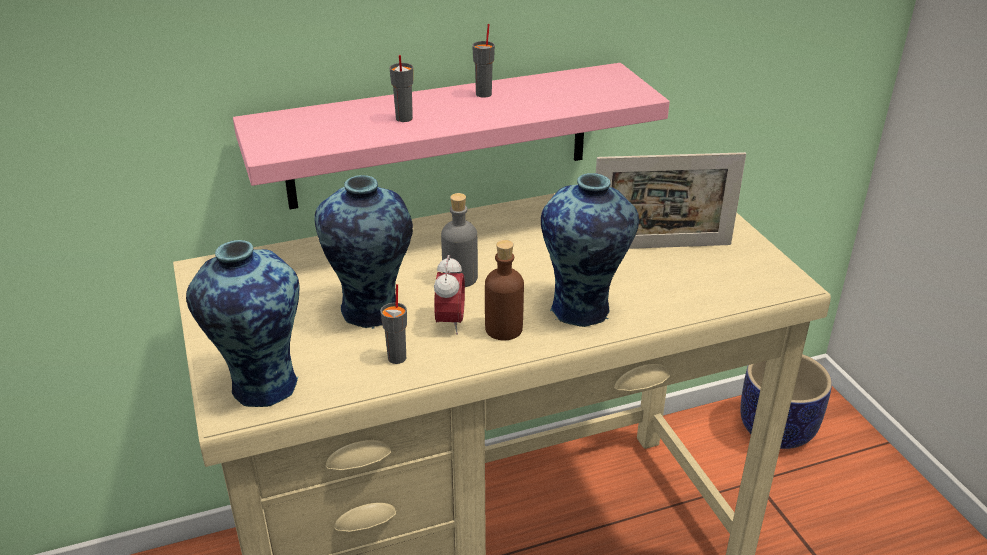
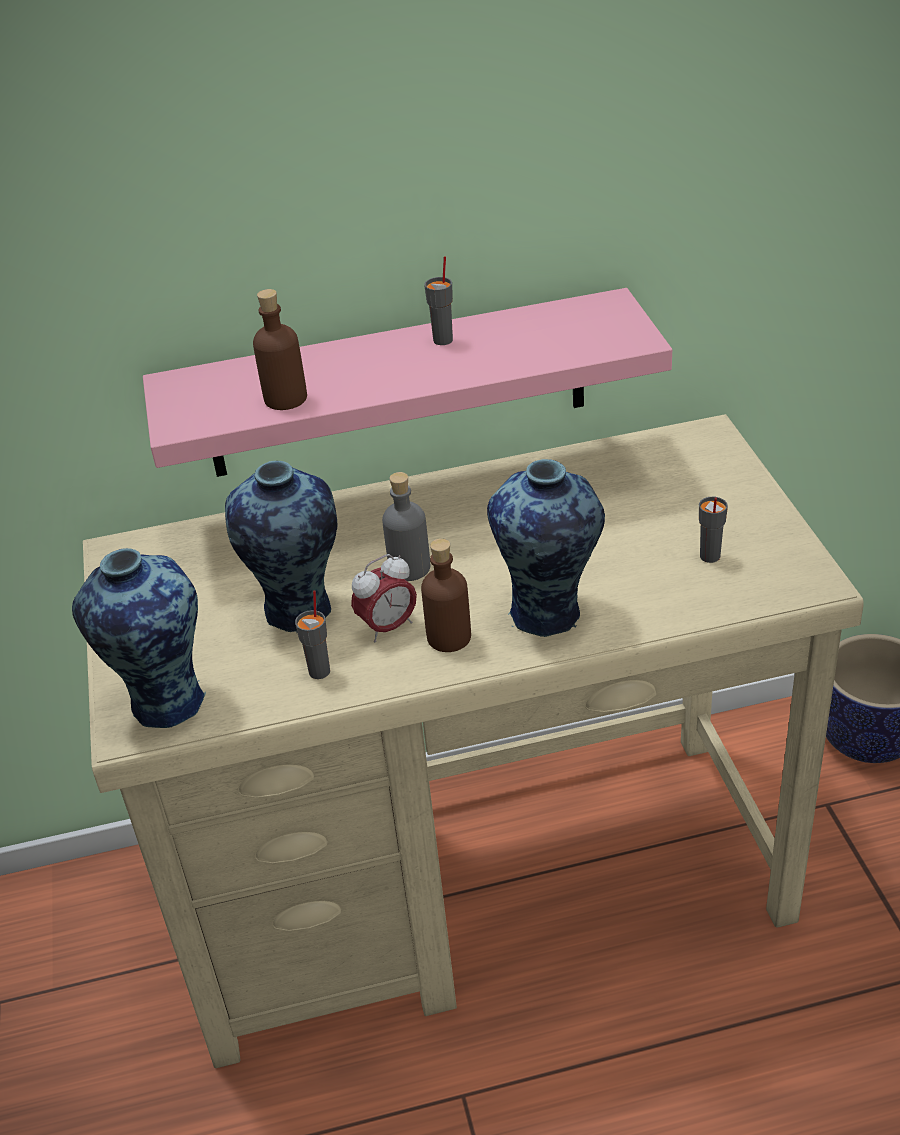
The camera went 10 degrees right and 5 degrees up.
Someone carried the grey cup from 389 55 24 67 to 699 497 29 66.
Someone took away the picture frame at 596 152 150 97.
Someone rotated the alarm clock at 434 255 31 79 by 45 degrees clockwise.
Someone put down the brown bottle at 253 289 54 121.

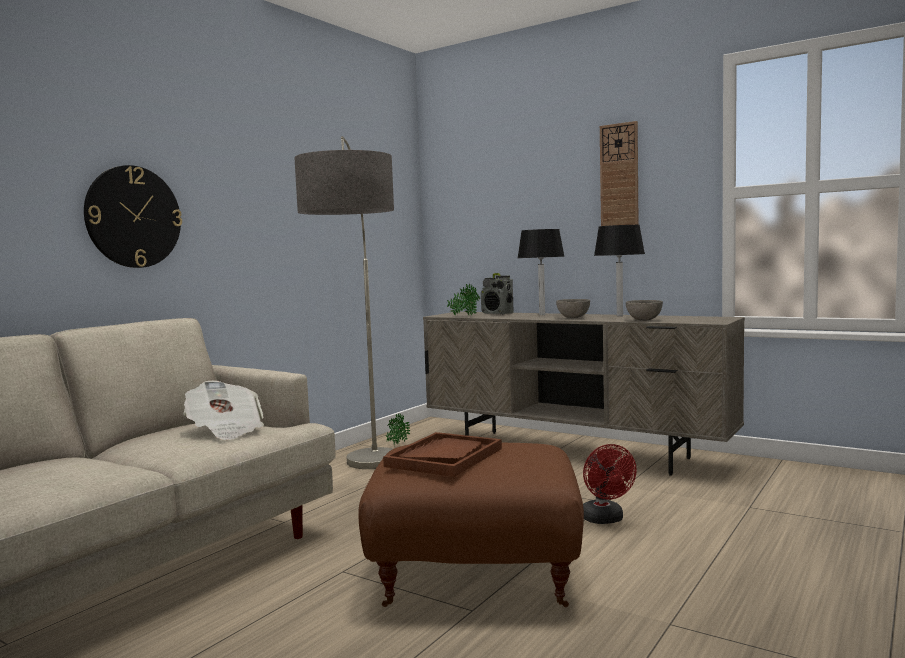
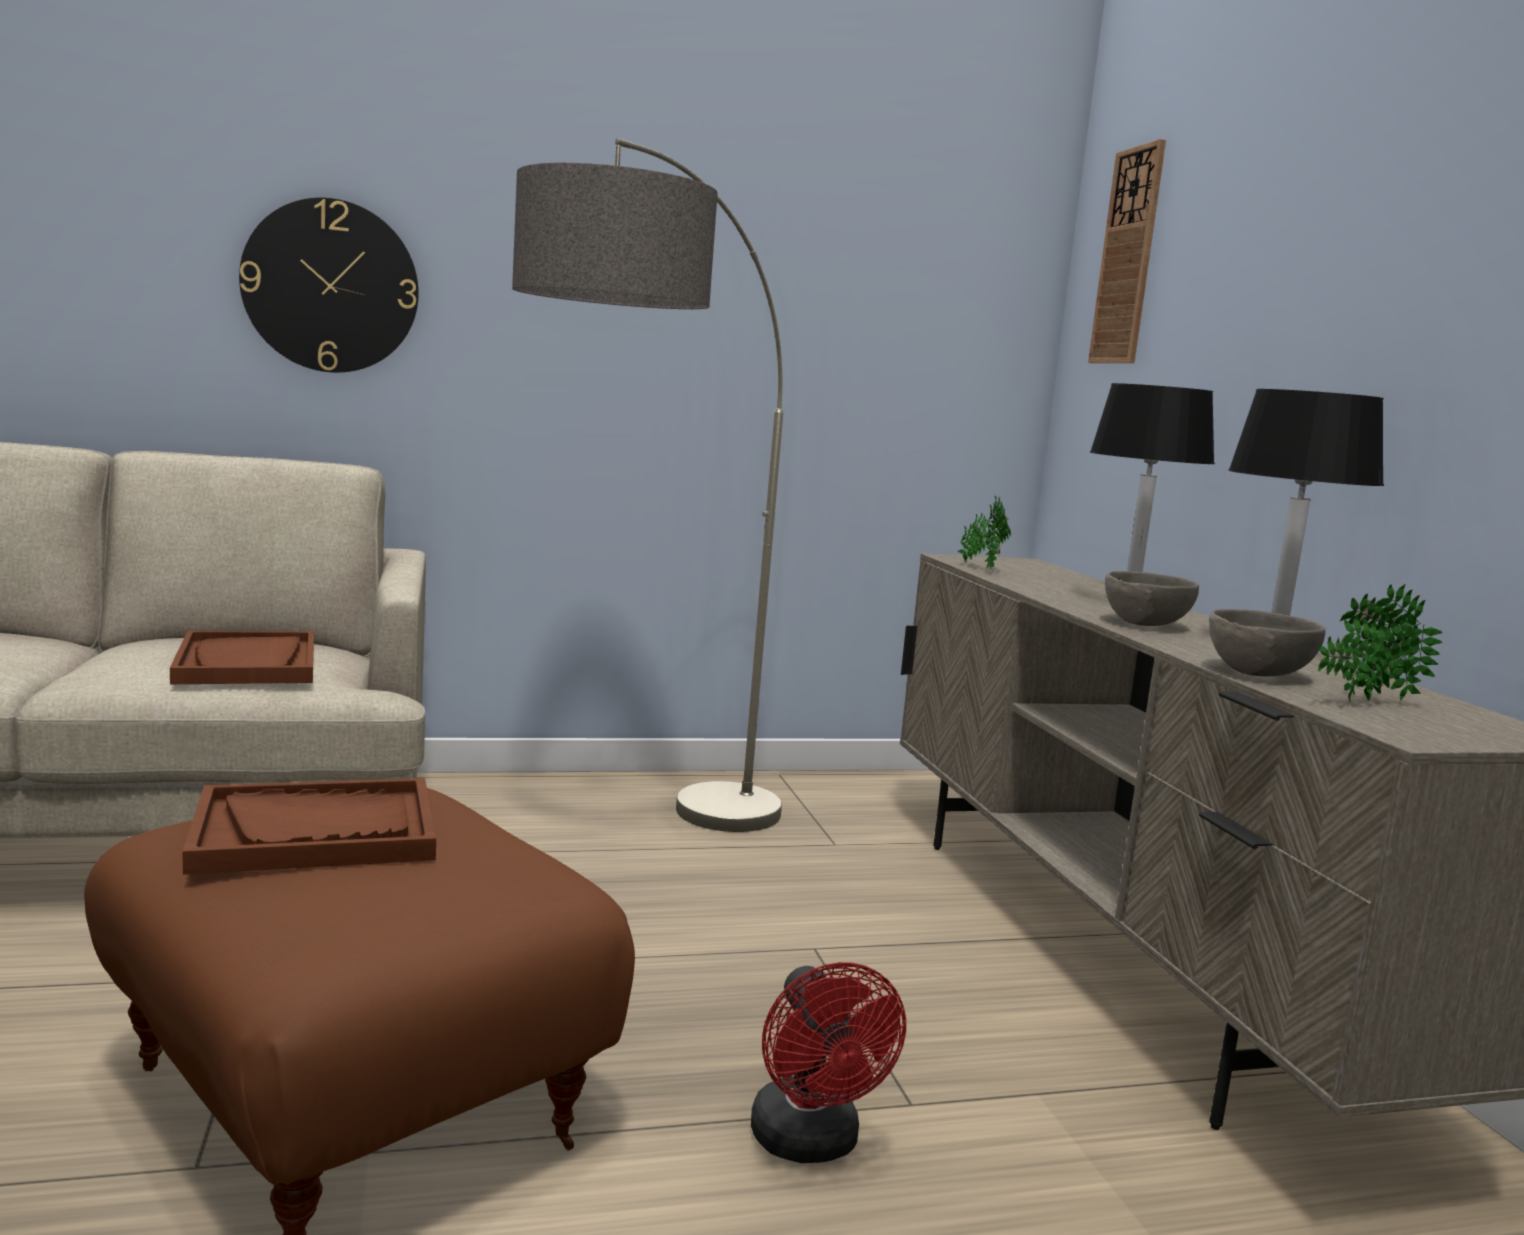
The camera went 40 degrees right and 5 degrees up.
Someone carried the wall clock from 600 121 39 105 to 1088 139 78 224.
Someone took away the radio at 481 273 33 41.
Someone swapped the newspaper at 183 381 81 59 for the brown tray at 170 631 144 53.
Someone carried the potted plant from 386 414 24 32 to 1318 584 125 119.
Someone rotated the red fan at 583 444 54 80 by 45 degrees counterclockwise.

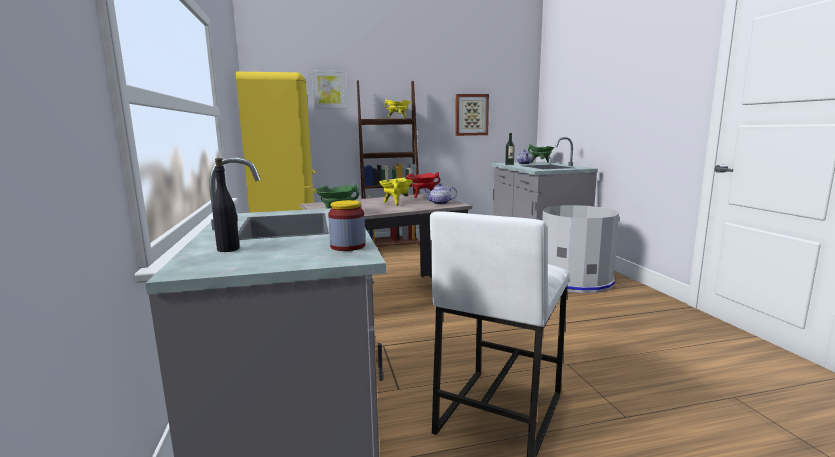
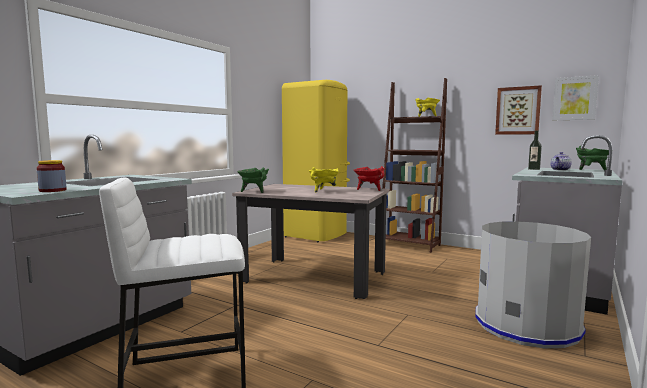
The camera went 45 degrees right and 5 degrees down.
Someone carried the picture from 311 70 35 39 to 552 75 47 45.
Someone took away the black bottle at 212 158 28 94.
Someone took away the teapot at 423 183 34 22.

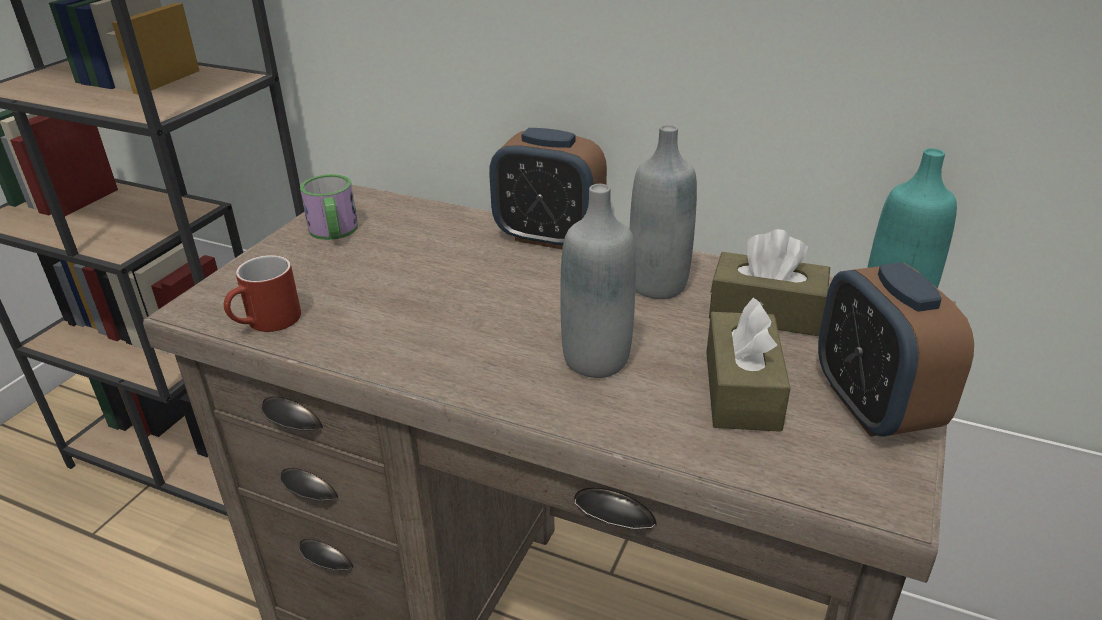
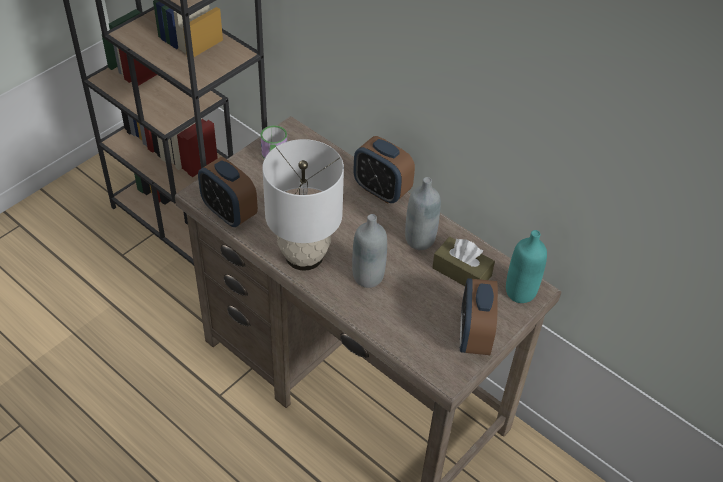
The camera went 15 degrees right and 15 degrees up.
Someone swapped the red mug at 224 255 77 77 for the alarm clock at 198 157 60 70.
Someone took away the brown tissue box at 706 298 85 134.
Someone put down the white table lamp at 262 139 82 131.

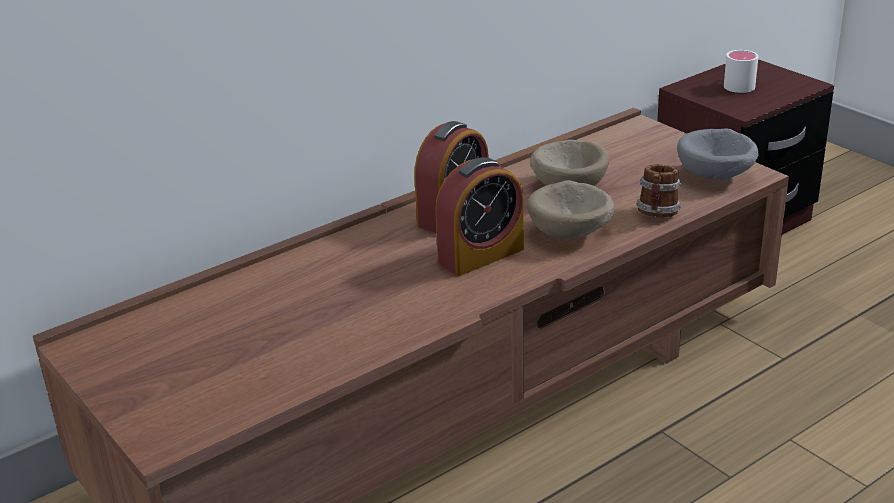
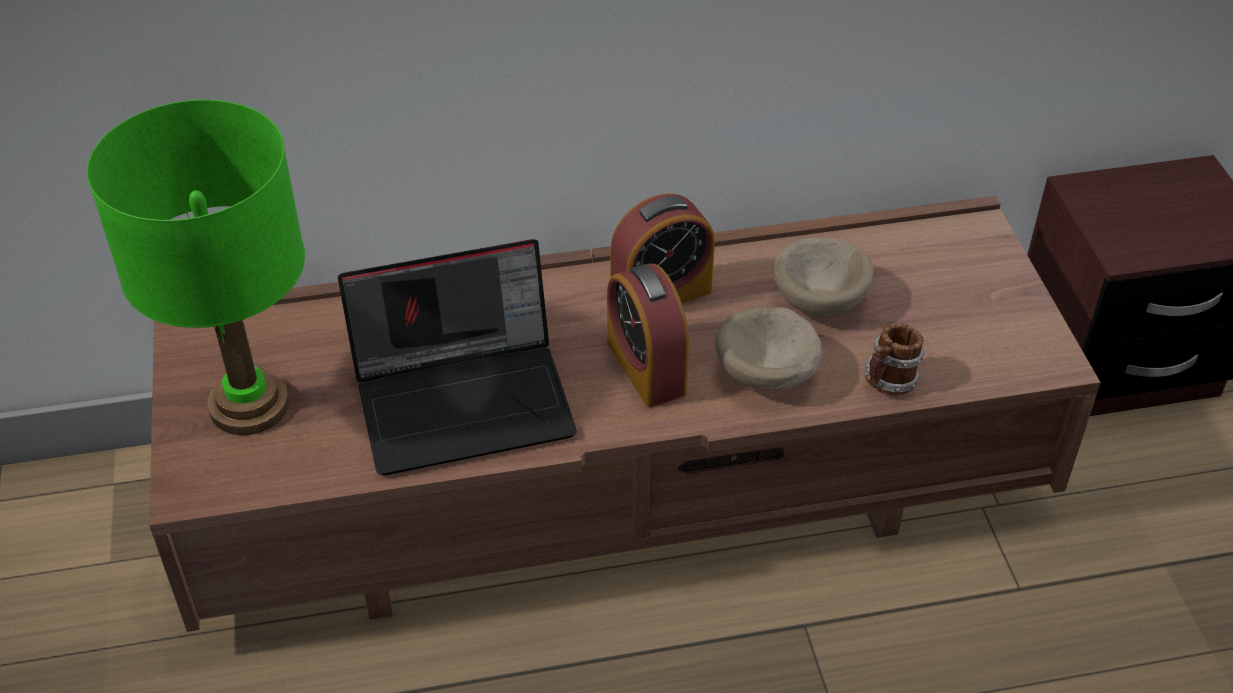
The camera went 25 degrees right and 15 degrees up.
Someone took away the white mug at 724 50 34 43.
Someone took away the grey bowl at 677 128 82 51.
Someone rotated the alarm clock at 435 157 89 119 by 75 degrees clockwise.
Someone put down the green table lamp at 87 100 218 335.
Someone put down the laptop at 338 239 239 237.

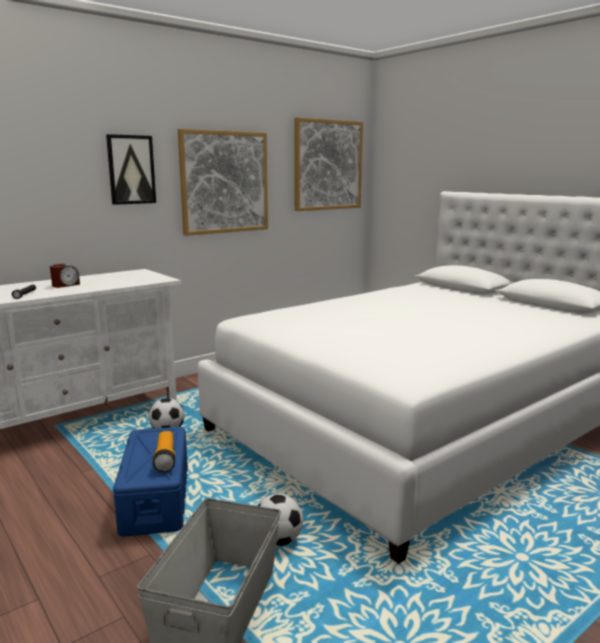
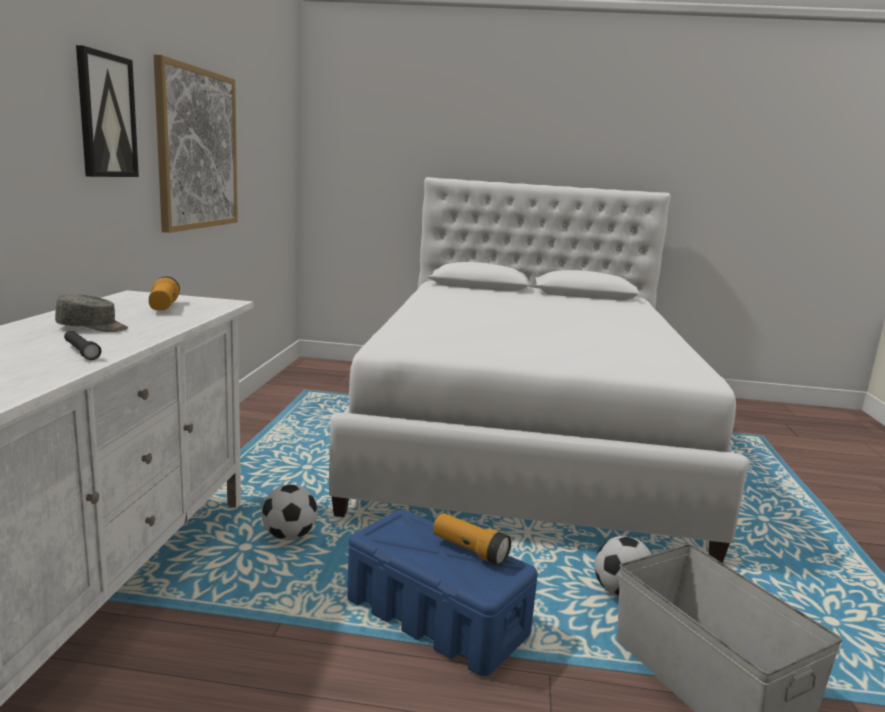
The camera went 45 degrees left and 0 degrees up.
Someone took away the picture at 294 117 69 94.
Someone swapped the alarm clock at 50 263 30 25 for the grey cap at 55 294 73 38.
Someone put down the flashlight at 149 276 31 34.

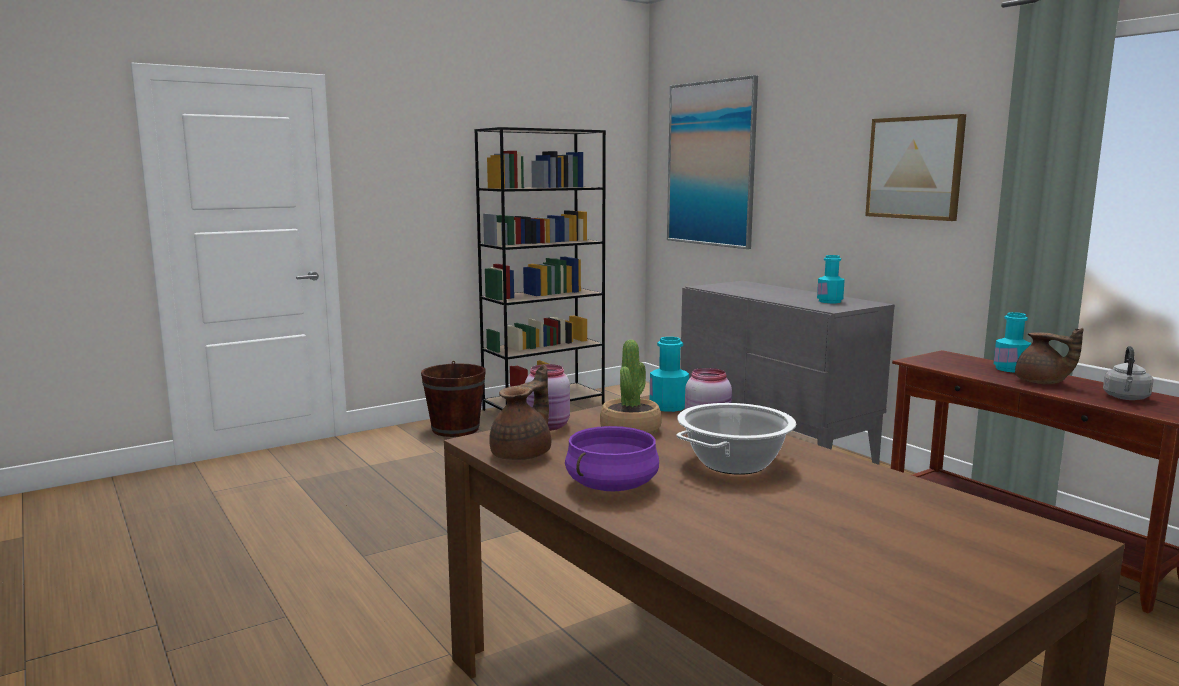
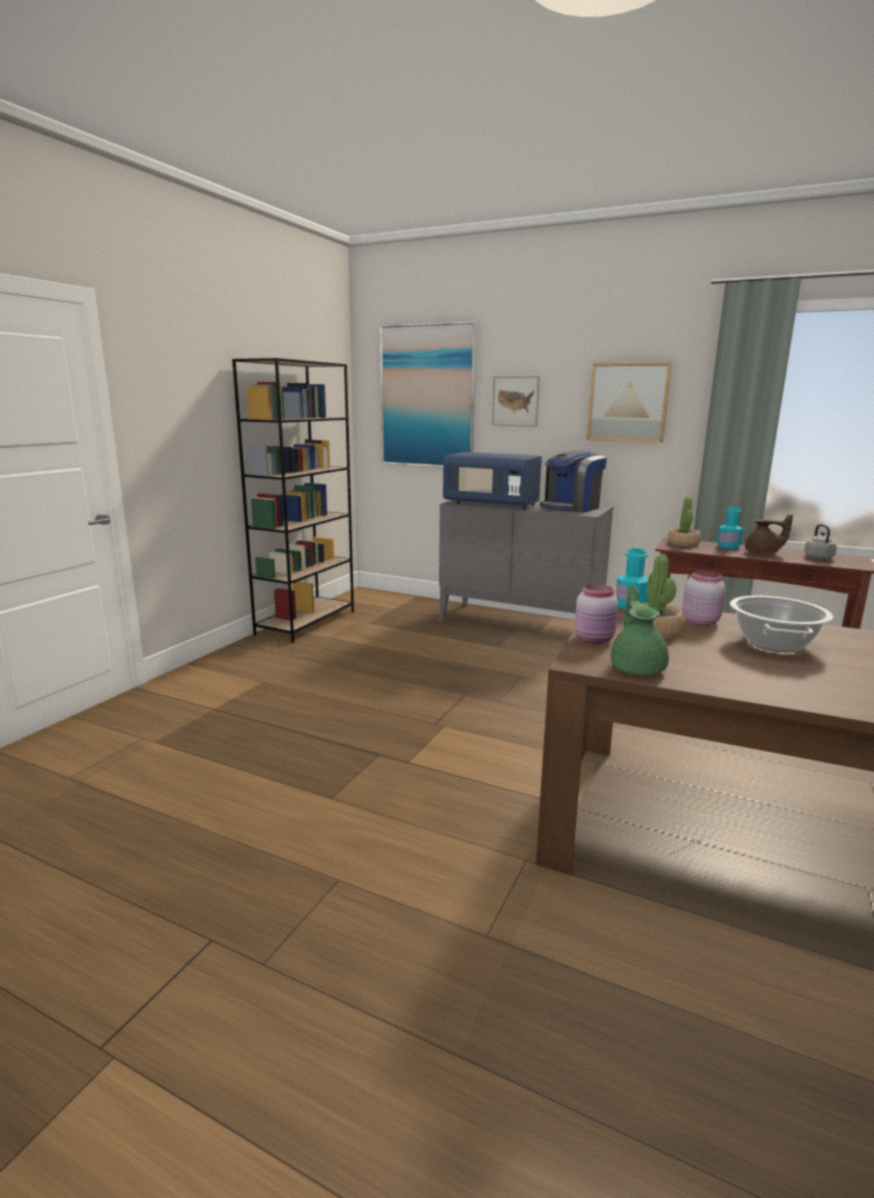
The camera went 30 degrees left and 5 degrees up.
Someone swapped the turquoise bottle at 817 255 28 48 for the coffee machine at 540 450 67 62.
Someone took away the brown bucket at 421 361 65 76.
Someone repainted the brown teapot at 489 364 62 96, which became the green teapot at 611 585 58 90.
Someone took away the purple cooking pot at 565 426 94 65.
Someone put up the picture at 492 376 48 51.
Someone put down the blue microwave at 443 452 99 57.
Someone put down the potted plant at 668 497 33 49.

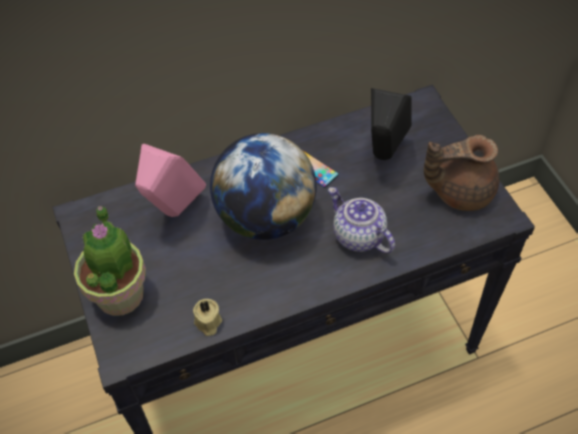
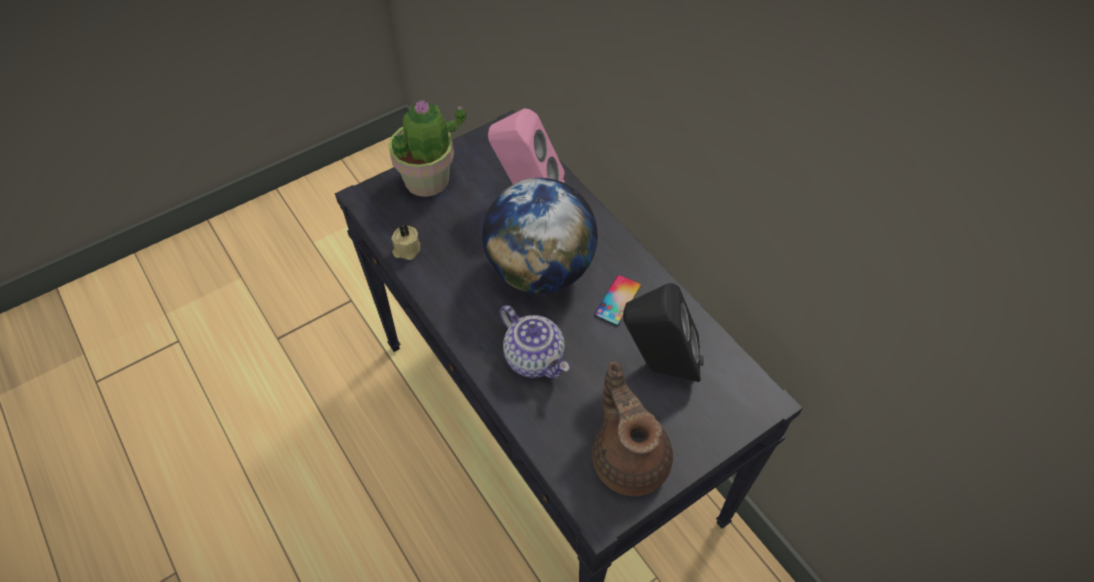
The camera went 75 degrees right and 0 degrees up.
Someone rotated the teapot at 328 187 67 66 by 105 degrees clockwise.

